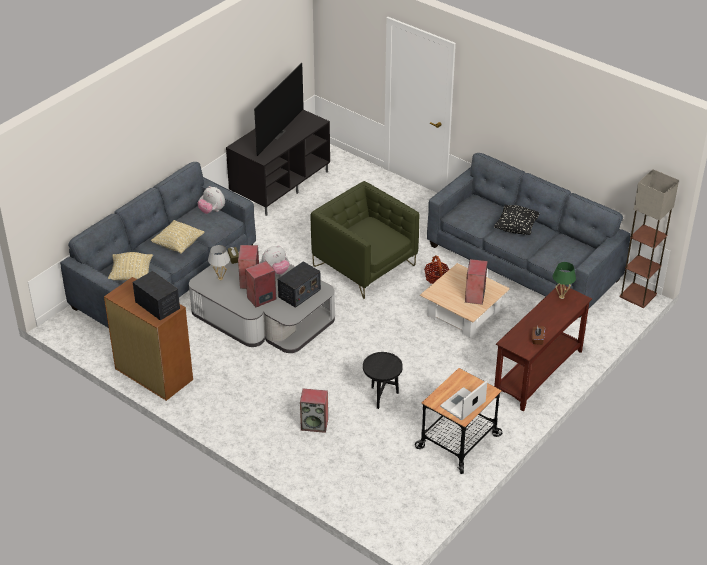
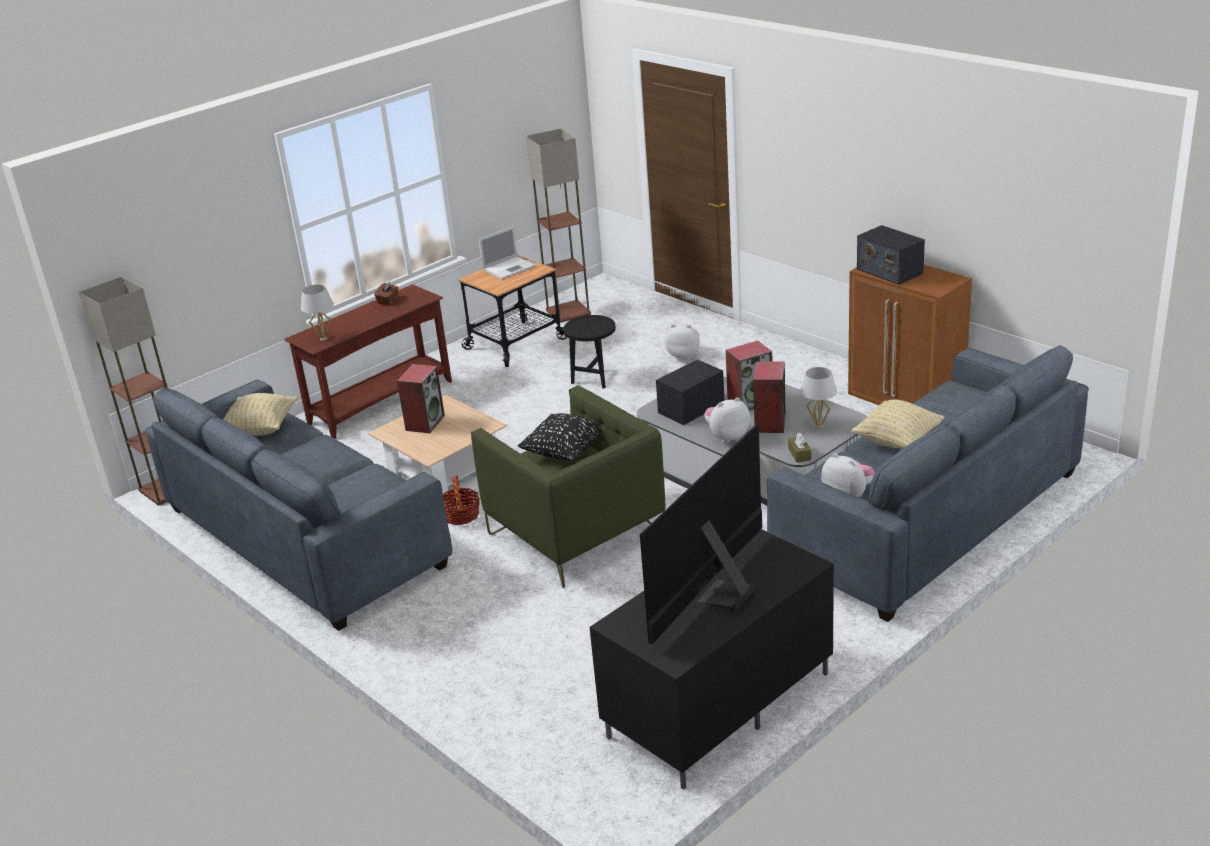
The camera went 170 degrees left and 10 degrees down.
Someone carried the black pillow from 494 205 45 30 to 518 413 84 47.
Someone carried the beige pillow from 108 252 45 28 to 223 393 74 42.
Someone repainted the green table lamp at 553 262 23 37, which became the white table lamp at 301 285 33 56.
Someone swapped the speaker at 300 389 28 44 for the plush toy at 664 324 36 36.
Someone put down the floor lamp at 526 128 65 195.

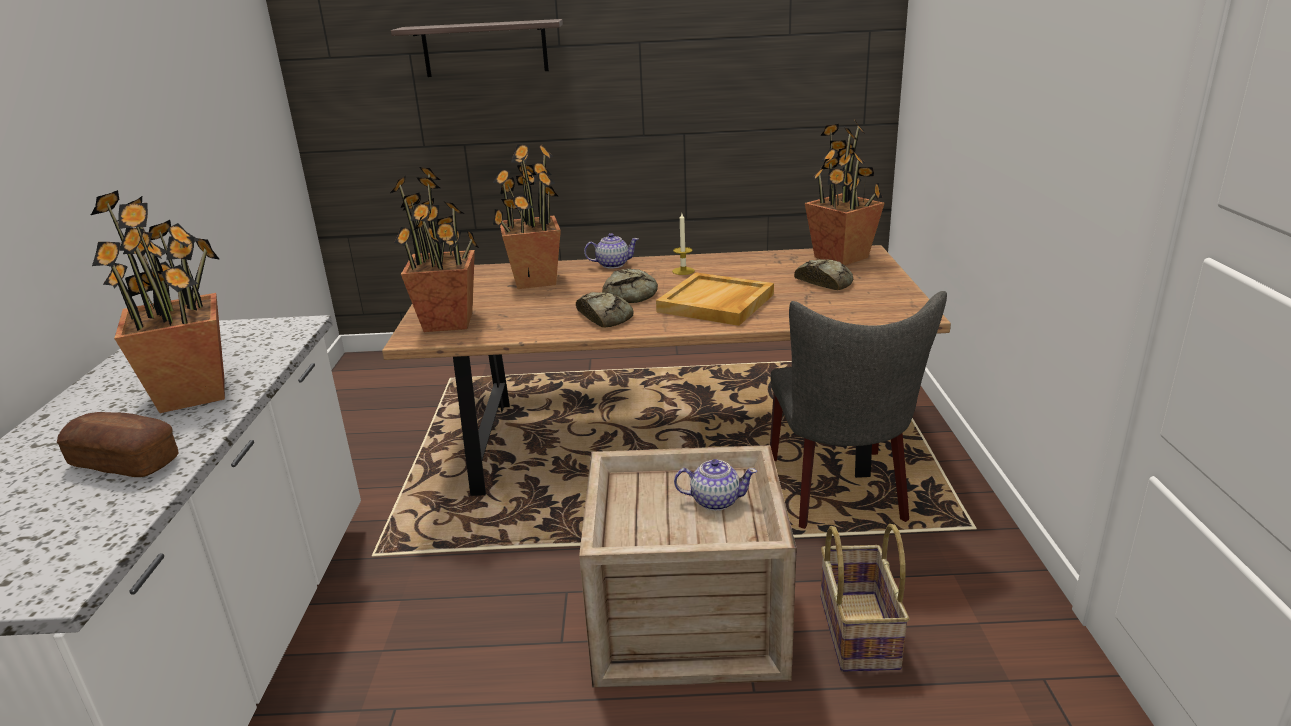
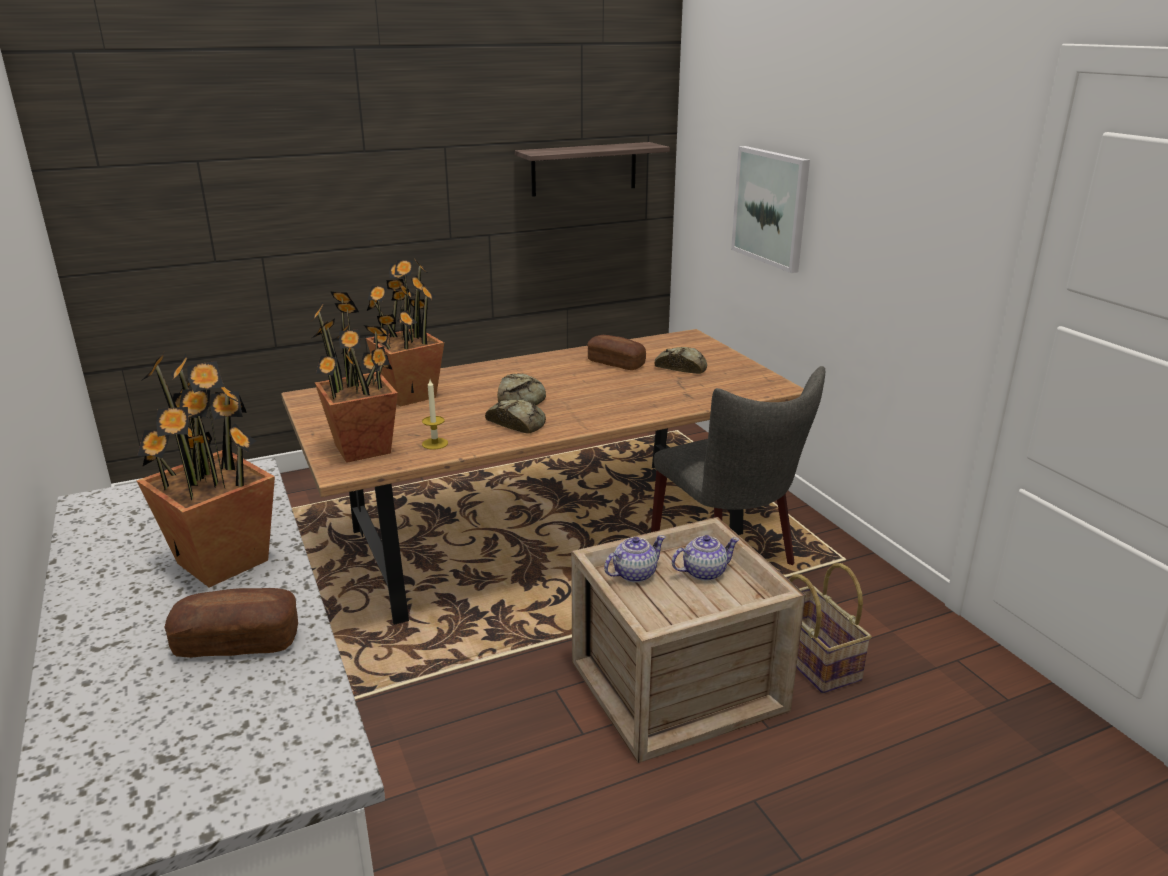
The camera went 25 degrees left and 0 degrees up.
Someone carried the shelf from 391 19 172 58 to 515 142 155 55.
Someone took away the potted plant at 805 119 80 146.
Someone carried the candle from 672 213 23 62 to 422 380 26 70.
Someone carried the teapot from 584 233 55 36 to 604 535 61 47.
Someone took away the beige tray at 656 272 118 54.
Someone put up the picture at 731 146 79 127.
Someone put down the bread at 587 335 59 35.

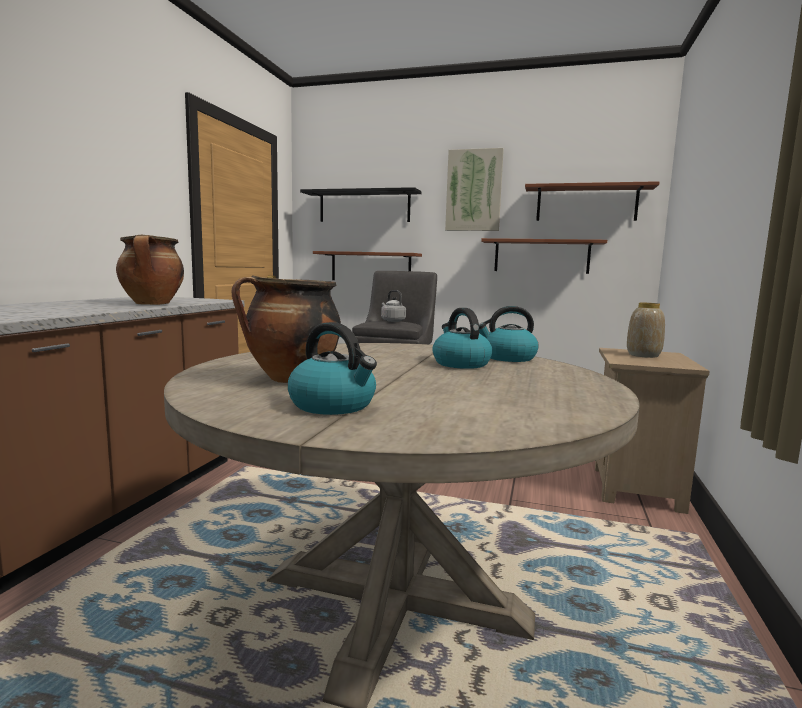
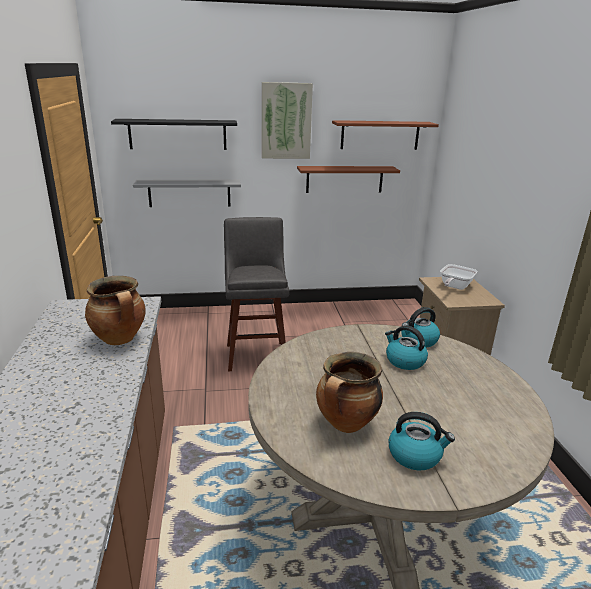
The camera went 25 degrees left and 15 degrees up.
Someone repainted the brown shelf at 313 251 109 29, which became the grey shelf at 133 179 108 28.
Someone took away the grey kettle at 381 290 25 32.
Someone swapped the vase at 627 303 38 55 for the frying pan at 440 264 38 26.

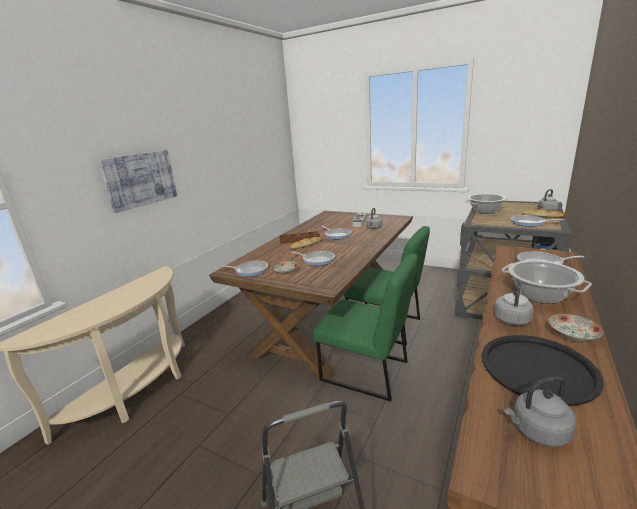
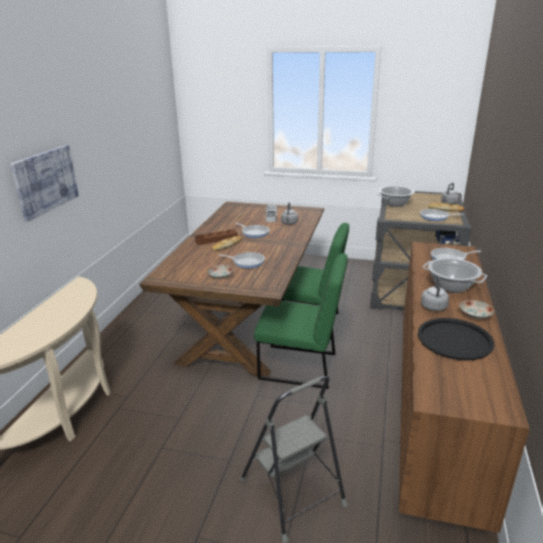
The camera went 15 degrees left and 5 degrees up.
Someone took away the frying pan at 220 261 48 16.
Someone took away the grey kettle at 504 377 72 70.

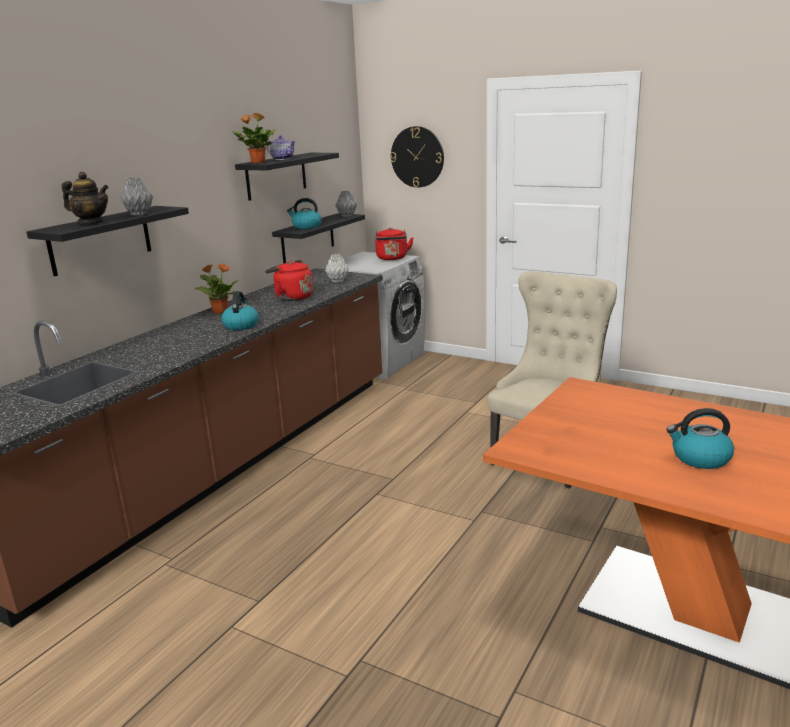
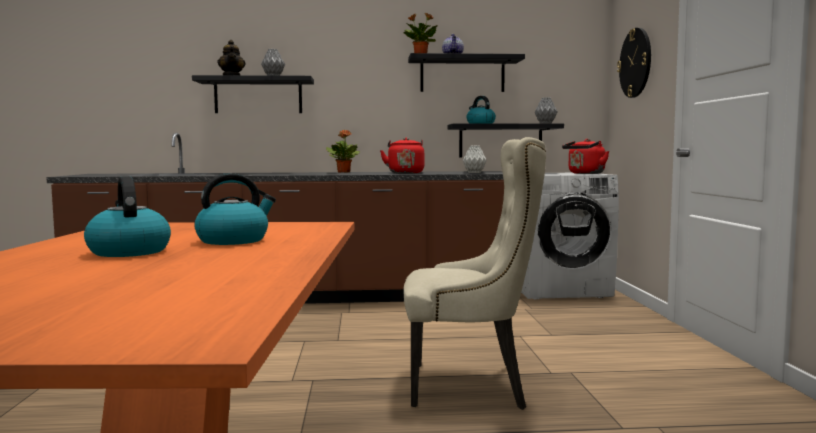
The camera went 55 degrees right and 15 degrees down.
Someone carried the kettle from 221 291 38 39 to 194 173 82 72.

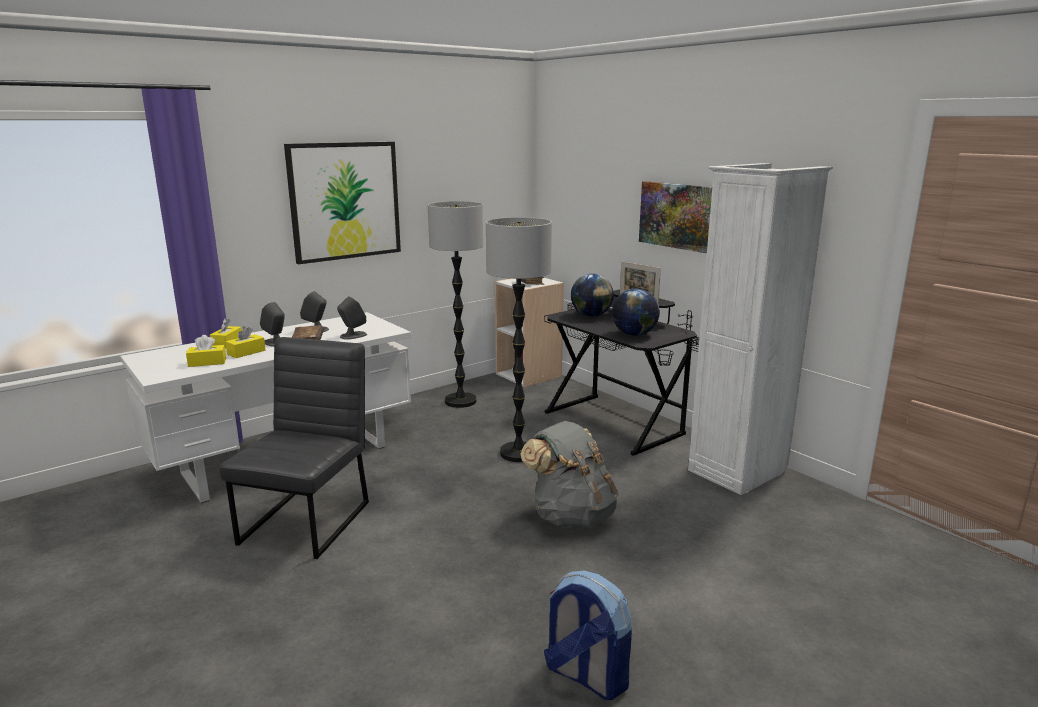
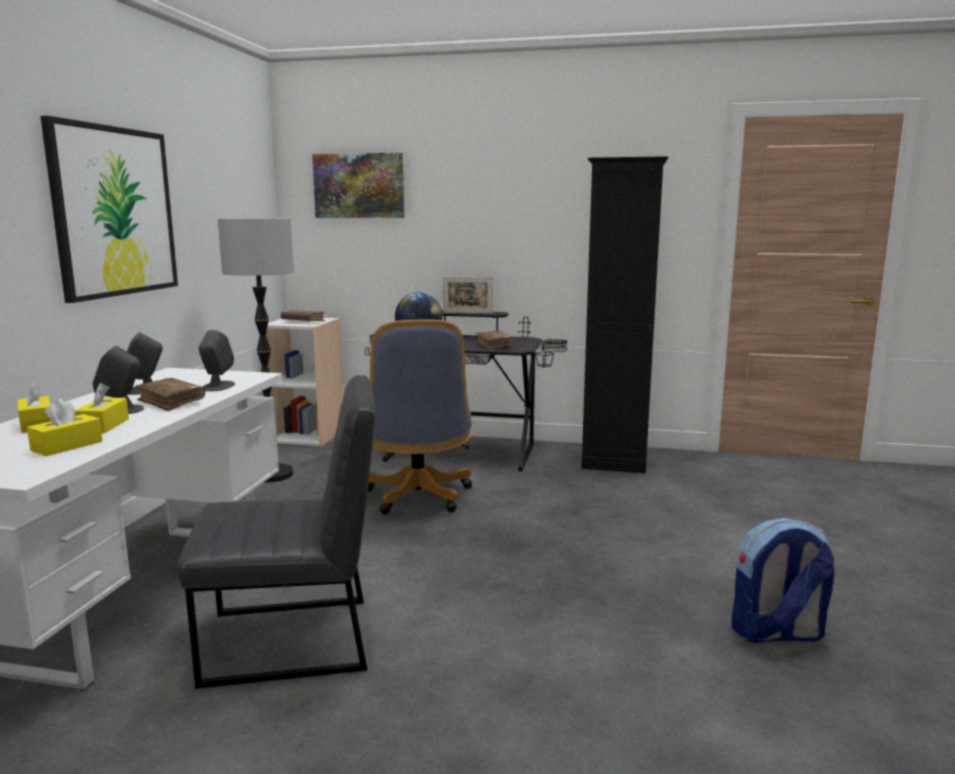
The camera went 40 degrees left and 5 degrees down.
Someone repainted the white cabinet at 688 163 145 332, which became the black cabinet at 581 156 87 317.
Someone carried the picture from 639 181 73 72 to 312 153 92 65.
Someone swapped the floor lamp at 486 217 66 245 for the blue office chair at 368 320 104 194.
Someone swapped the globe at 612 288 48 48 for the brown book at 475 331 39 19.
Someone rotated the grey chair at 219 337 150 222 by 105 degrees clockwise.
Someone took away the grey backpack at 520 421 99 108.

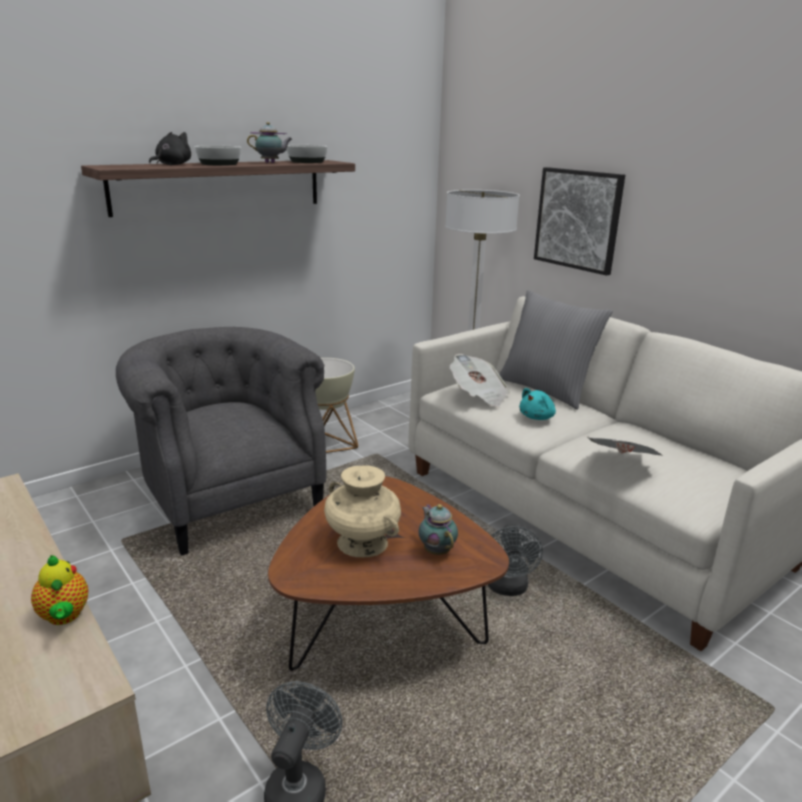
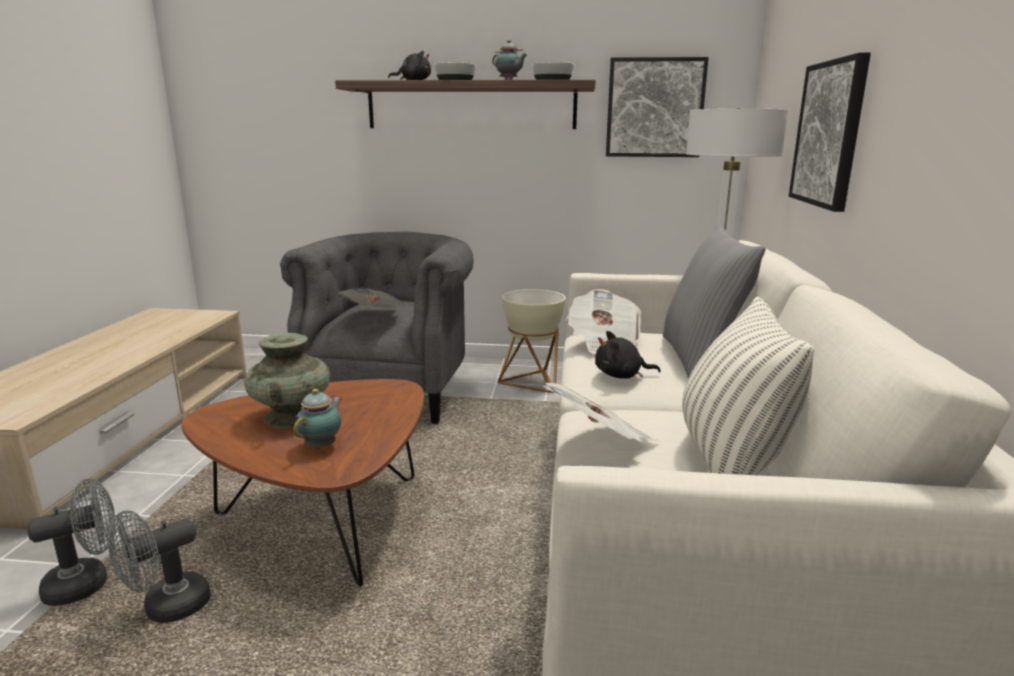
The camera went 45 degrees right and 5 degrees down.
Someone repainted the turquoise plush toy at 519 388 37 32, which became the black plush toy at 595 331 66 47.
Someone repainted the beige vase at 324 465 77 92, which became the turquoise vase at 244 333 86 95.
Someone carried the grey fan from 488 524 55 72 to 108 510 102 113.
Someone took away the teapot at 31 555 57 70.
Someone put up the picture at 606 57 103 100.
Someone put down the newspaper at 338 288 64 20.
Someone put down the pillow at 682 297 132 178.

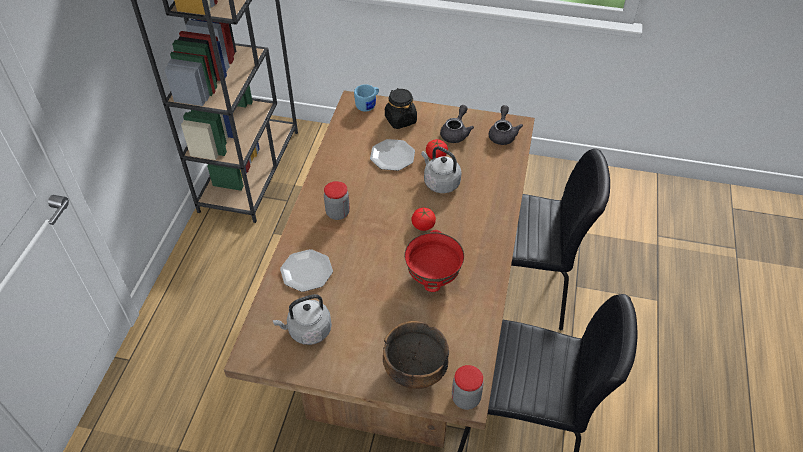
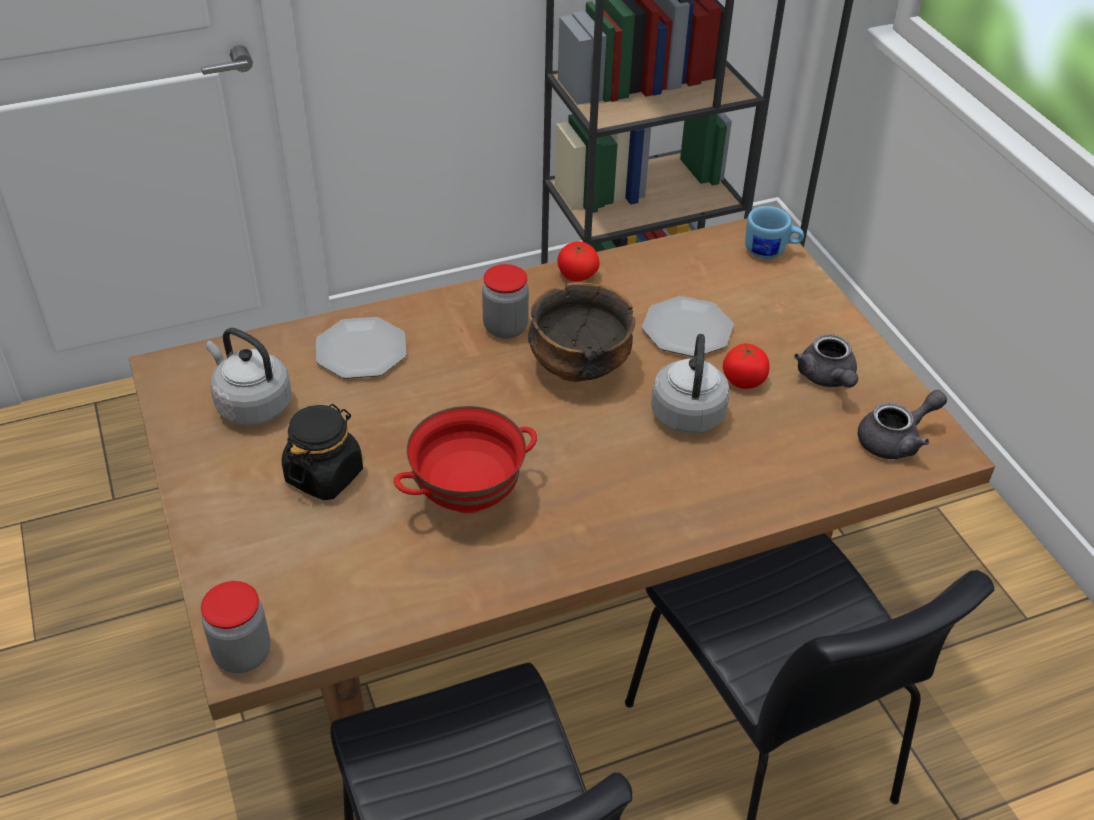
The camera went 55 degrees right and 5 degrees down.
Someone carried the black jar from 385 88 32 41 to 282 404 81 96.
Someone rotated the grey teapot at 440 105 34 38 by 90 degrees clockwise.
Someone carried the tomato from 412 208 24 23 to 557 241 43 41.
Someone carried the bowl from 383 321 66 68 to 528 282 107 100.

